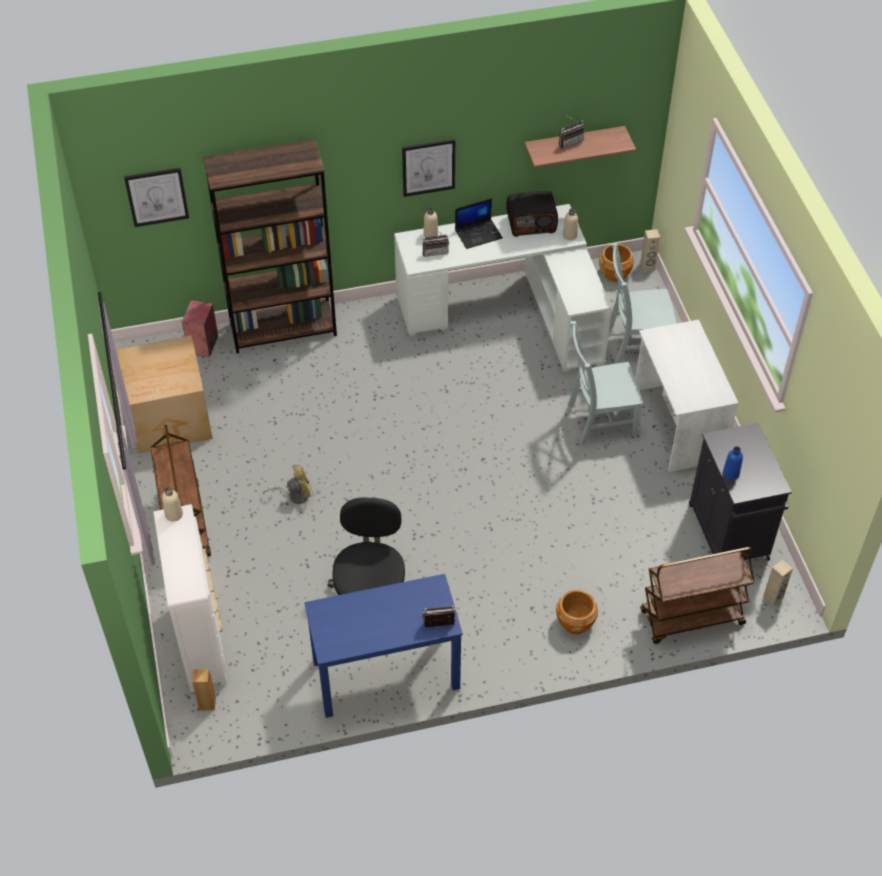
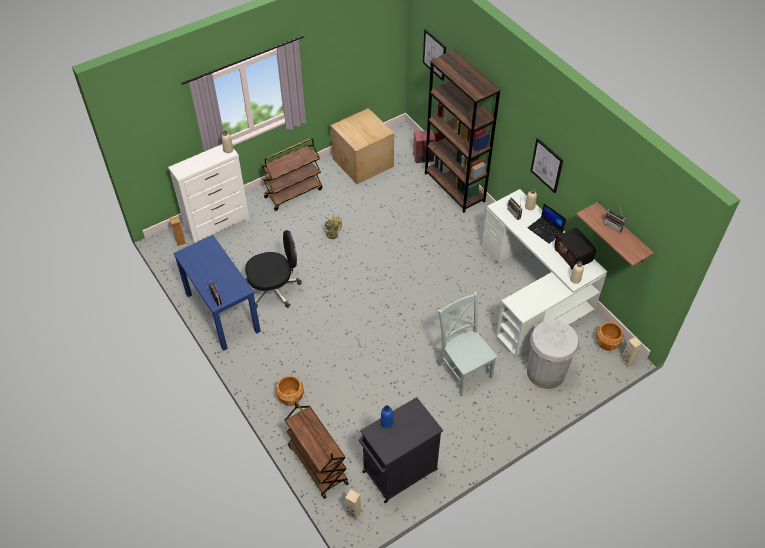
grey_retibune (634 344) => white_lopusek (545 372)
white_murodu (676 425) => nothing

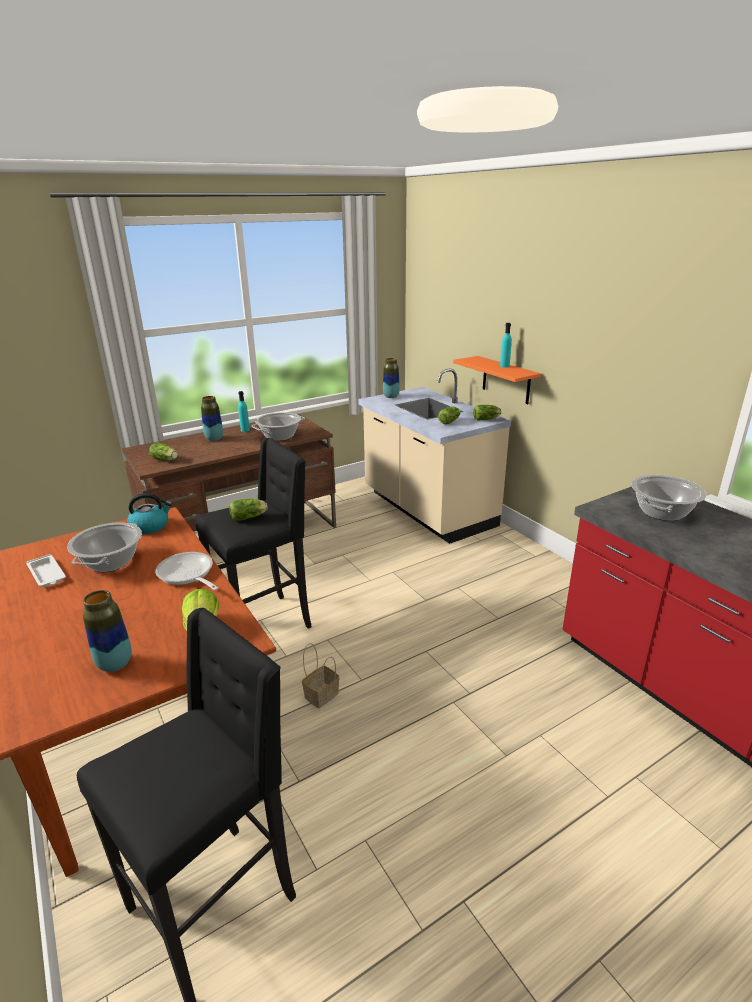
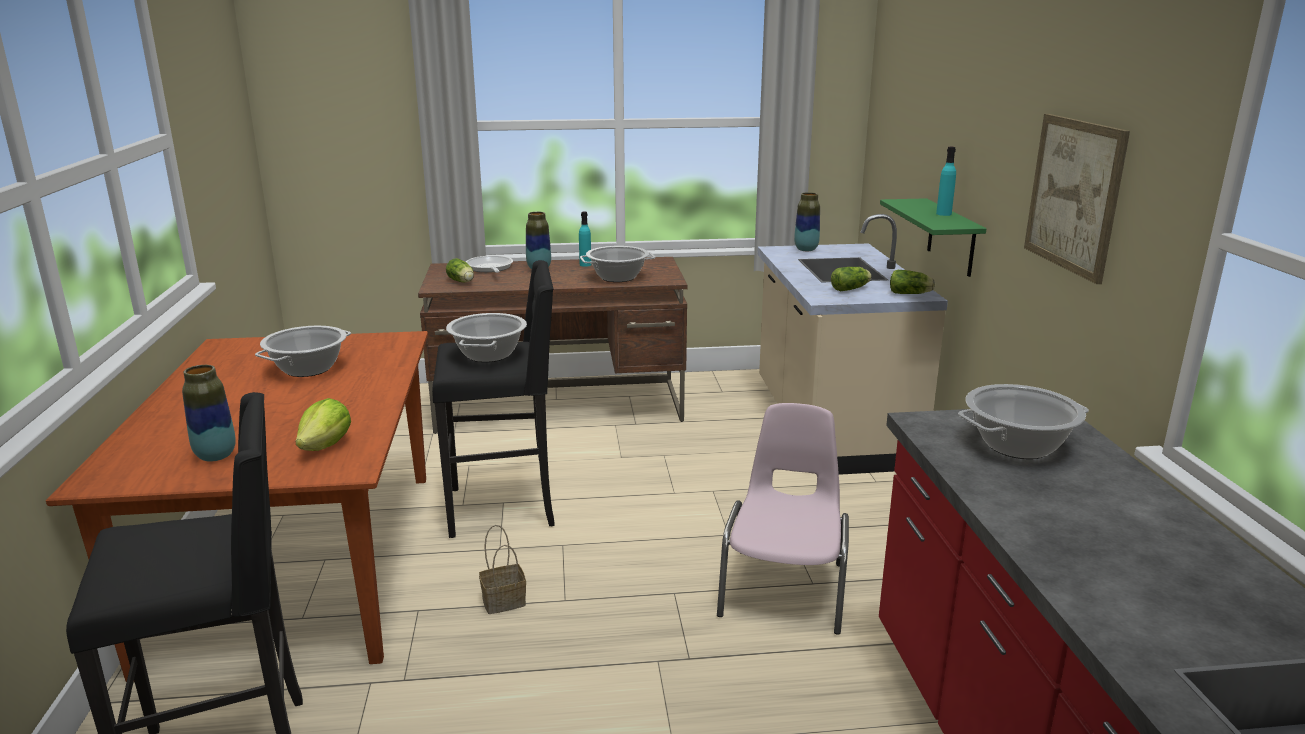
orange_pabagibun (506 380) => green_pabagibun (951 237)
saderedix (150 526) => nothing
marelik (249 517) => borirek (488 354)
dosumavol (187 575) => dosumavol (489 268), relocated
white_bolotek (47 574) => nothing
nothing => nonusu (1074 195)
nothing => pink_retibune (785 588)

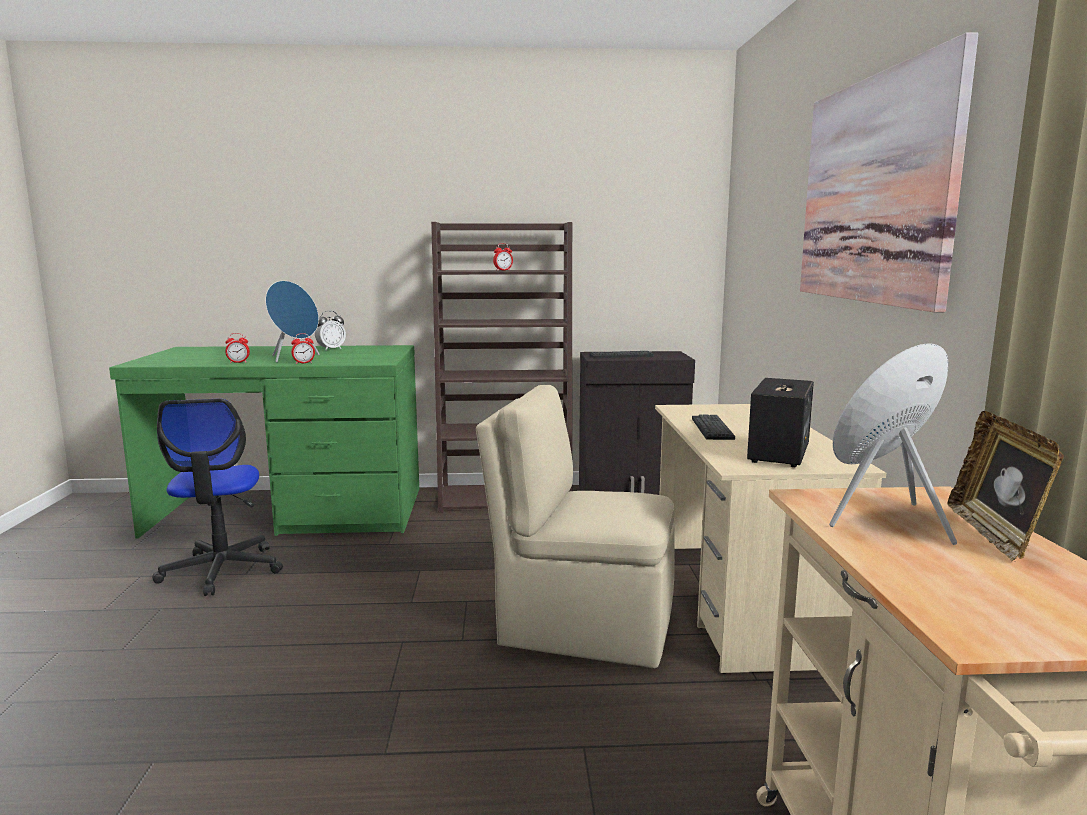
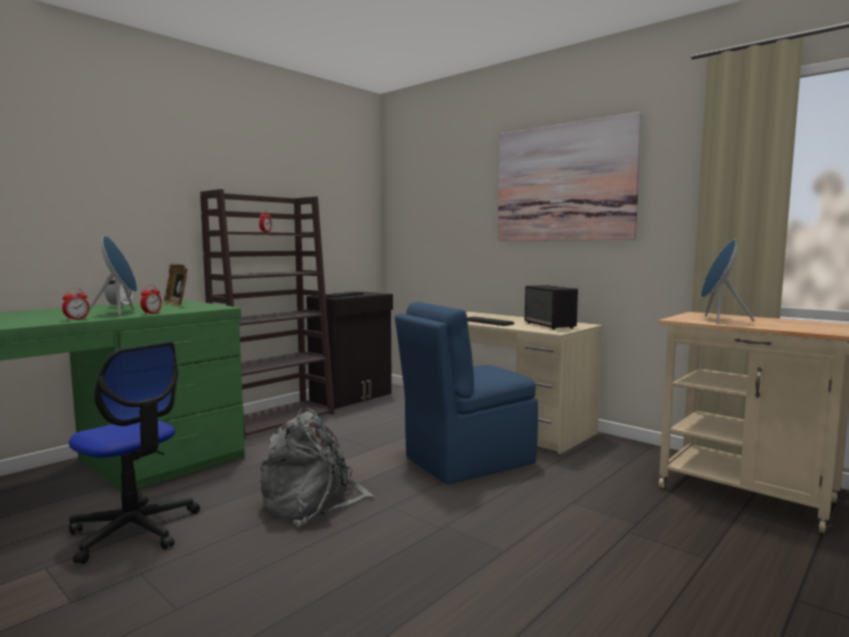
beige_retibune (582 626) => blue_retibune (466 461)
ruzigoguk (994 534) => ruzigoguk (176 304), relocated
nothing => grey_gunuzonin (313 503)

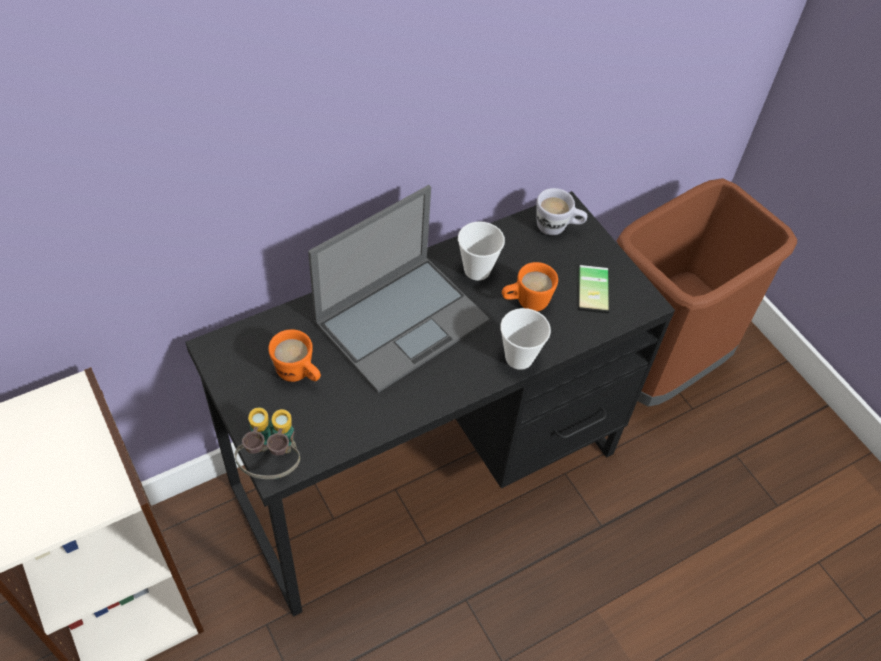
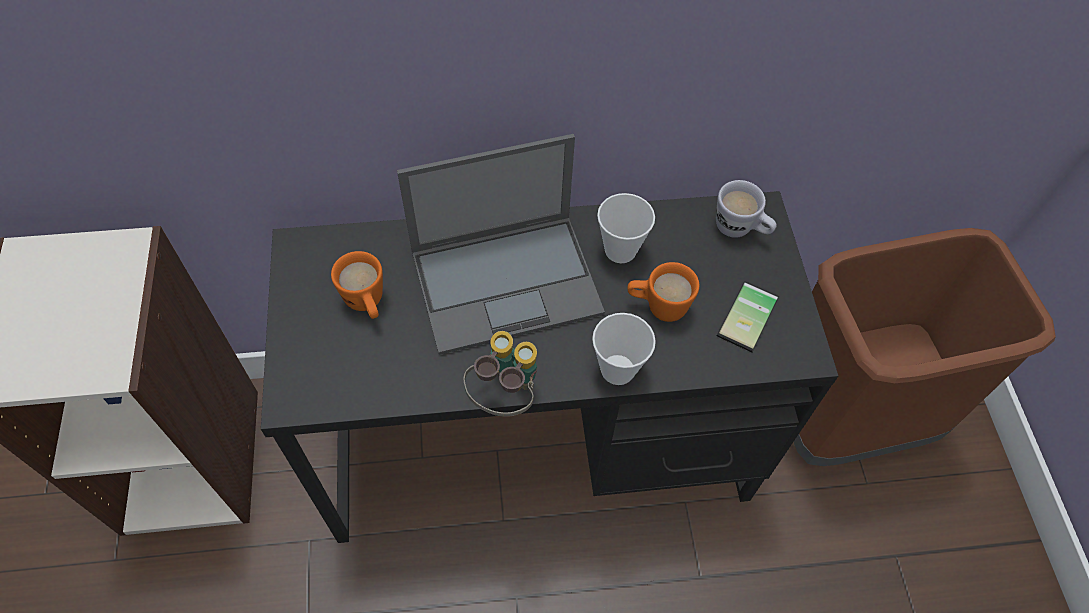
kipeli (272 463) => kipeli (505 395), relocated

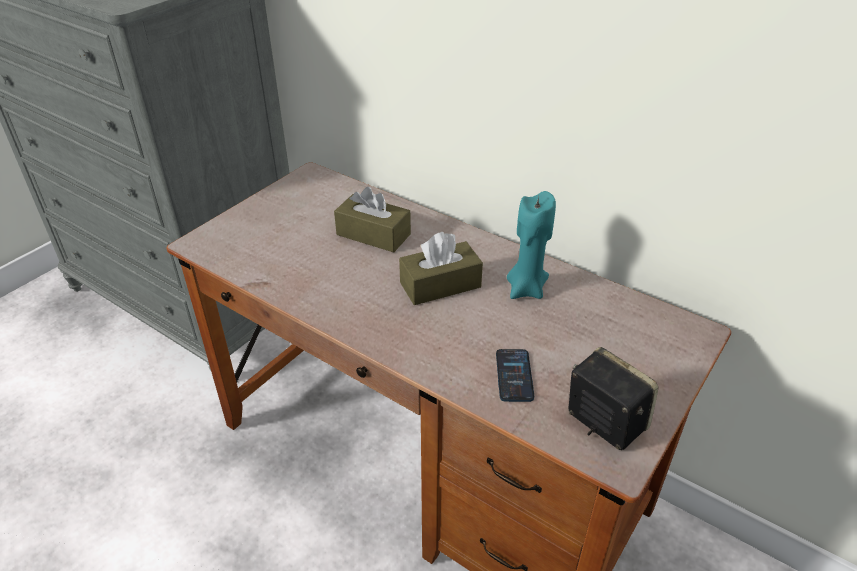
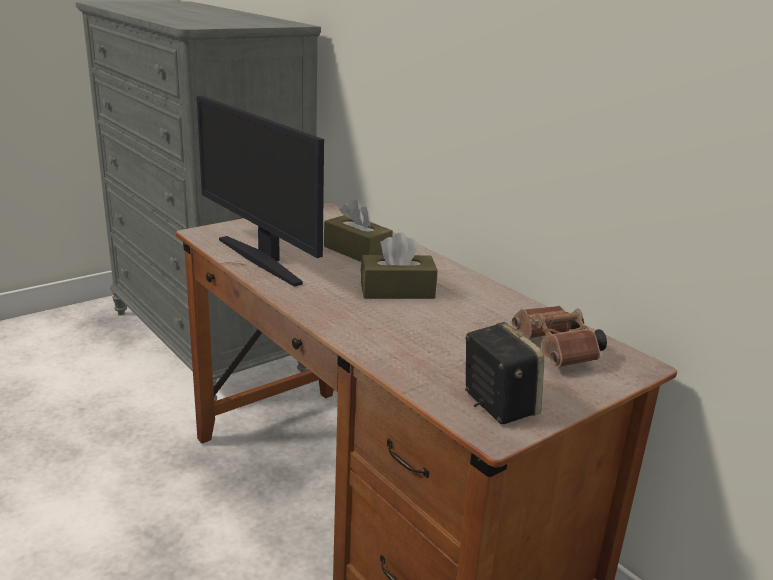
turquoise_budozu (526 289) => nothing
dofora (514 376) => nothing
nothing => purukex (262 259)
nothing => brown_kipeli (558 352)

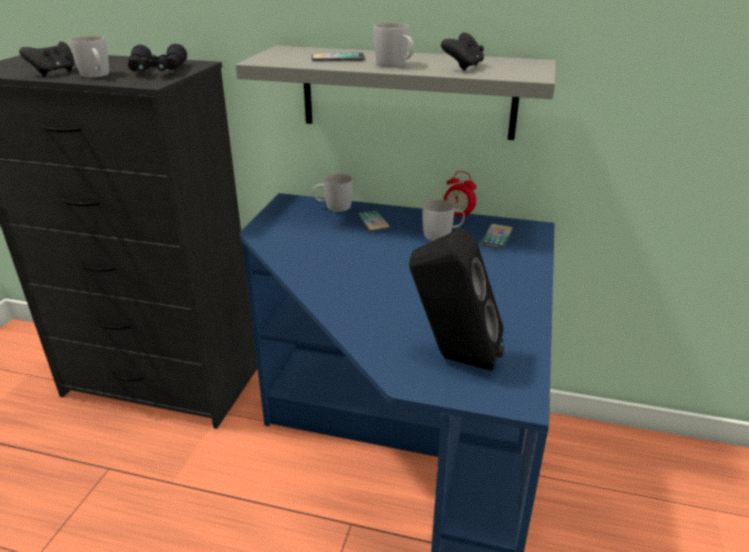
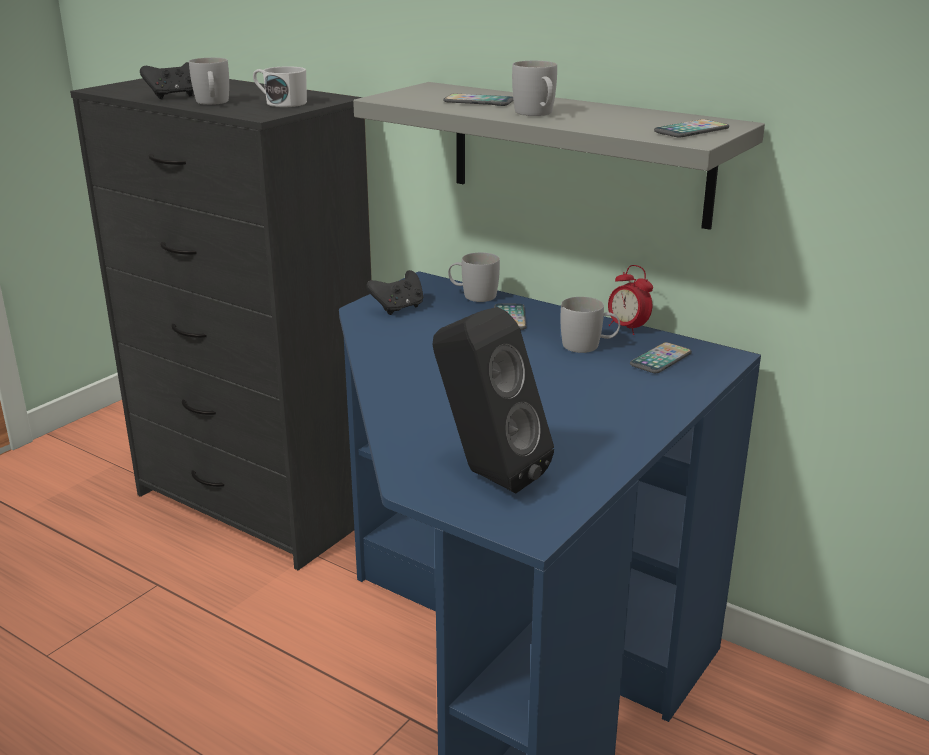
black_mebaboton (463 67) => black_mebaboton (398 308), relocated
black_kipeli (157 71) => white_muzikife (281 103)
nothing => dofora (691 130)

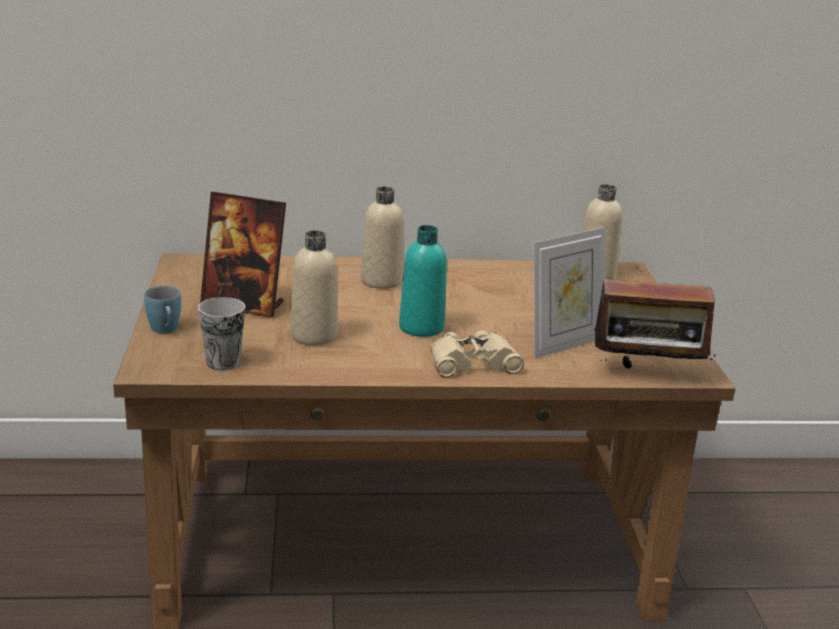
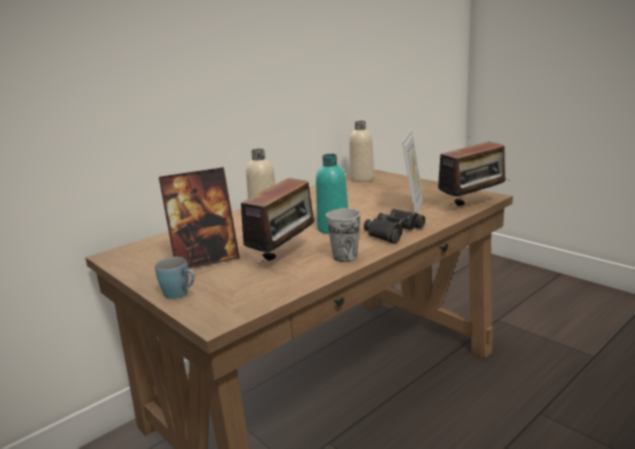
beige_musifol (314 335) => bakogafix (284 256)
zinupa (223 362) => zinupa (345 256), relocated
beige_kipeli (473 363) => black_kipeli (393 232)

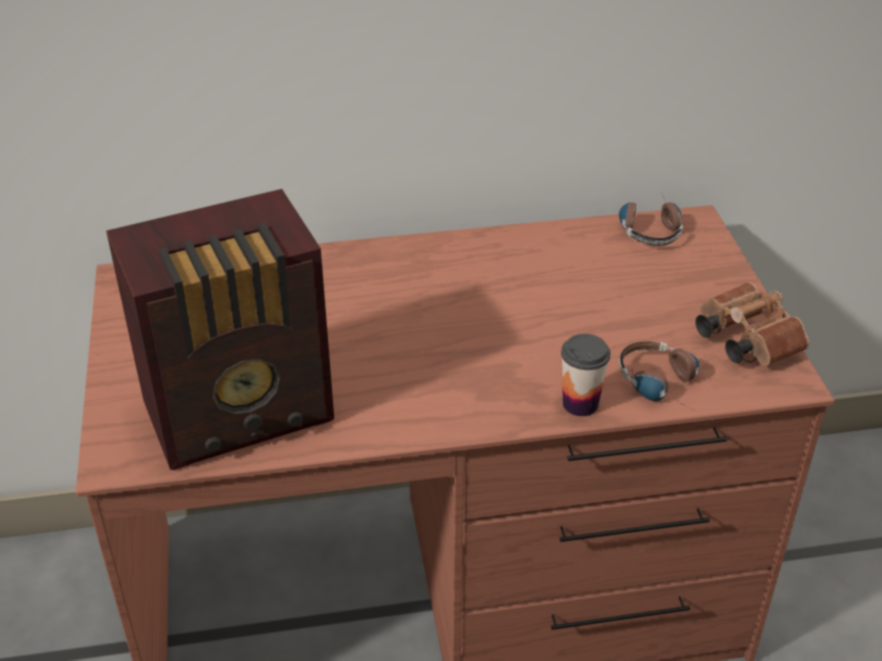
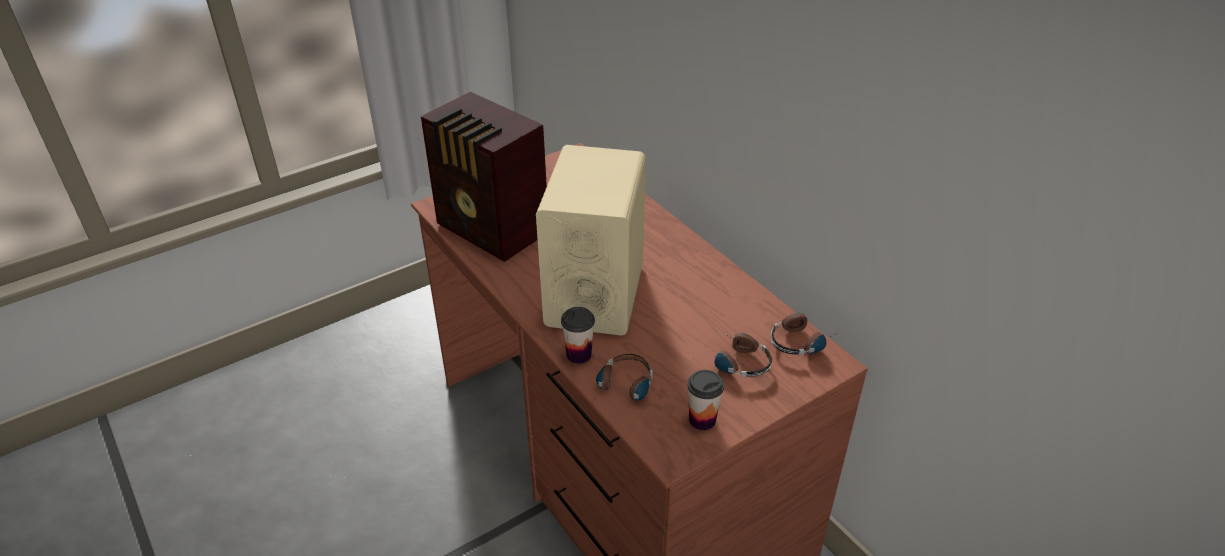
brown_kipeli (743 339) => zinupa (702 420)
nothing => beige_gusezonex (595 294)
nothing => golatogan (734 360)

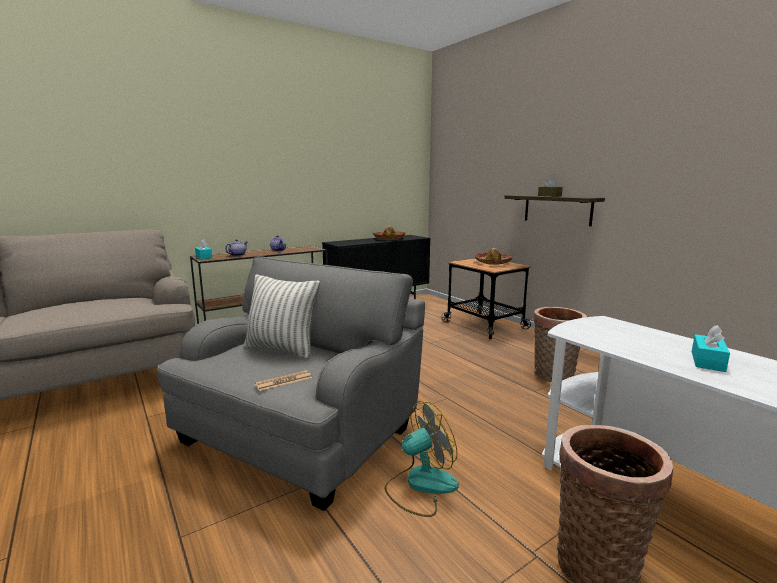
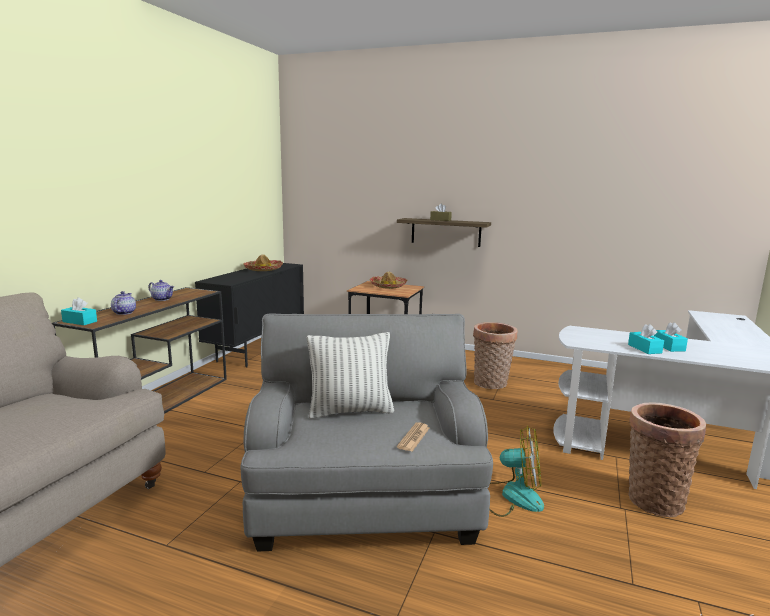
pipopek (421 485) => pipopek (511 496), 75 degrees clockwise
nothing => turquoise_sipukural (644 349)

